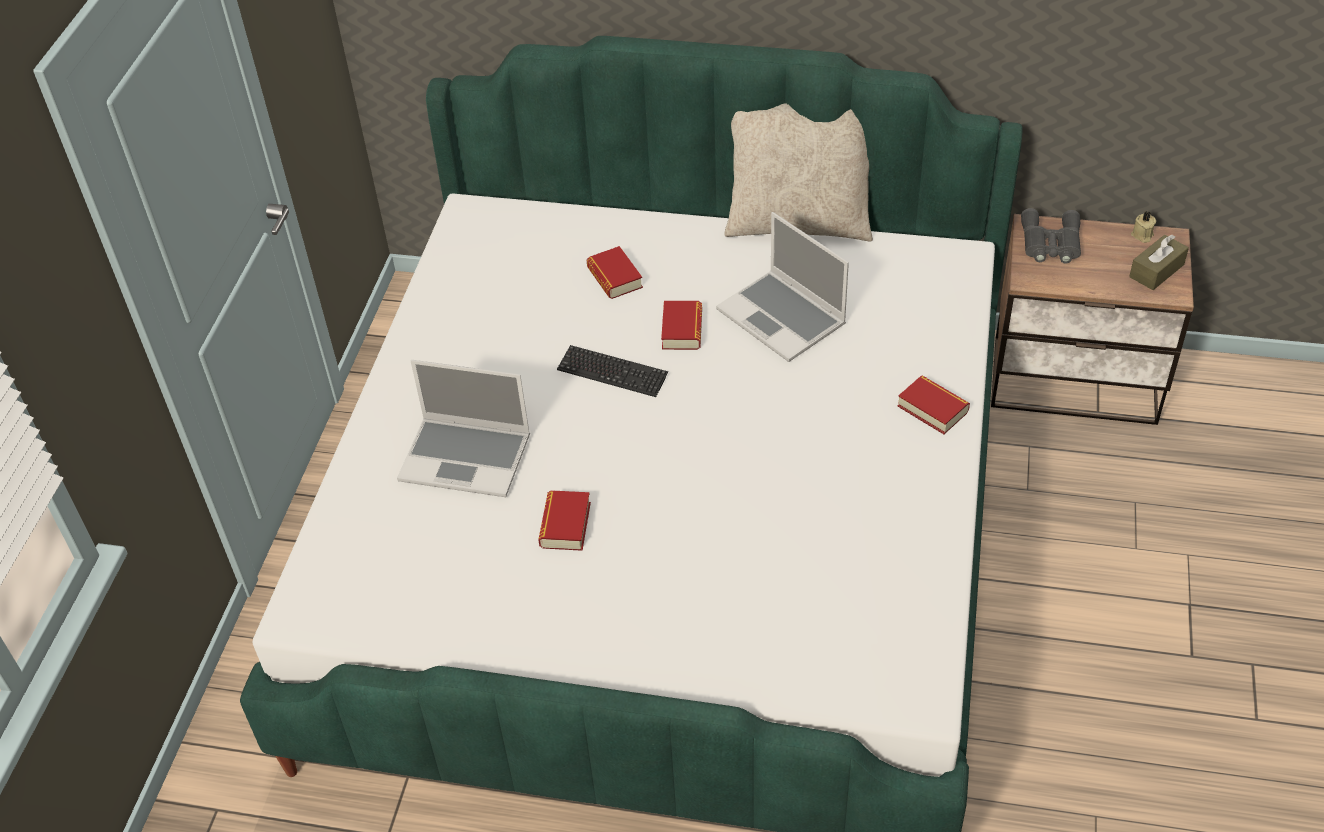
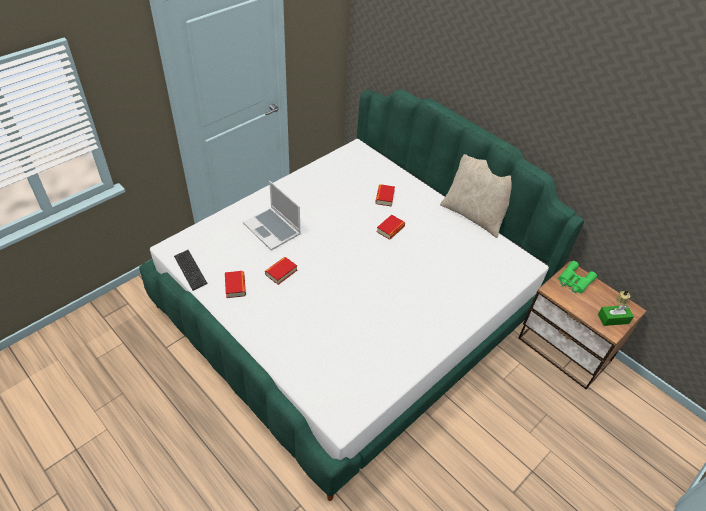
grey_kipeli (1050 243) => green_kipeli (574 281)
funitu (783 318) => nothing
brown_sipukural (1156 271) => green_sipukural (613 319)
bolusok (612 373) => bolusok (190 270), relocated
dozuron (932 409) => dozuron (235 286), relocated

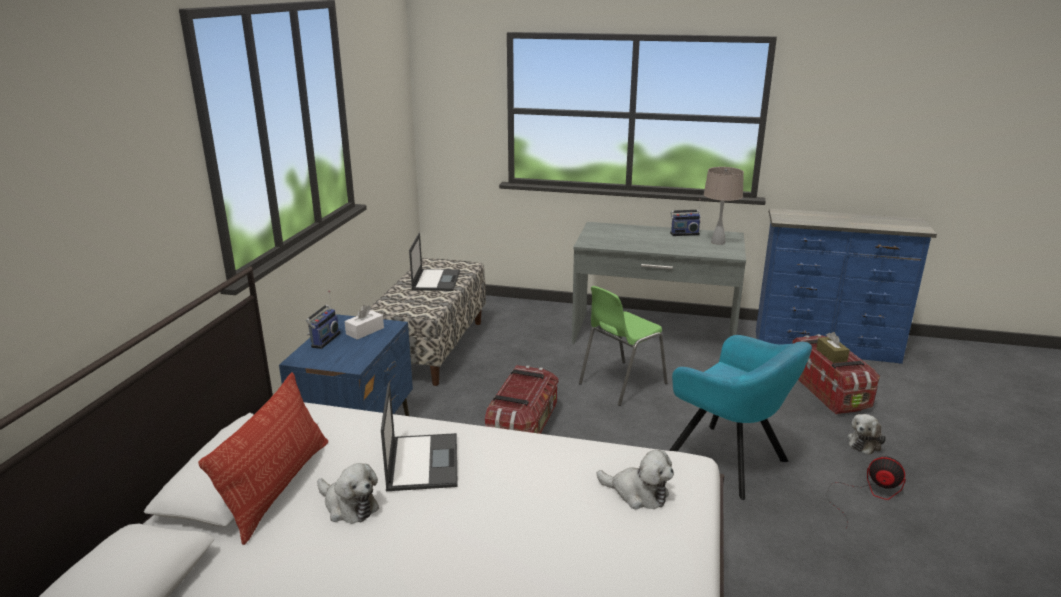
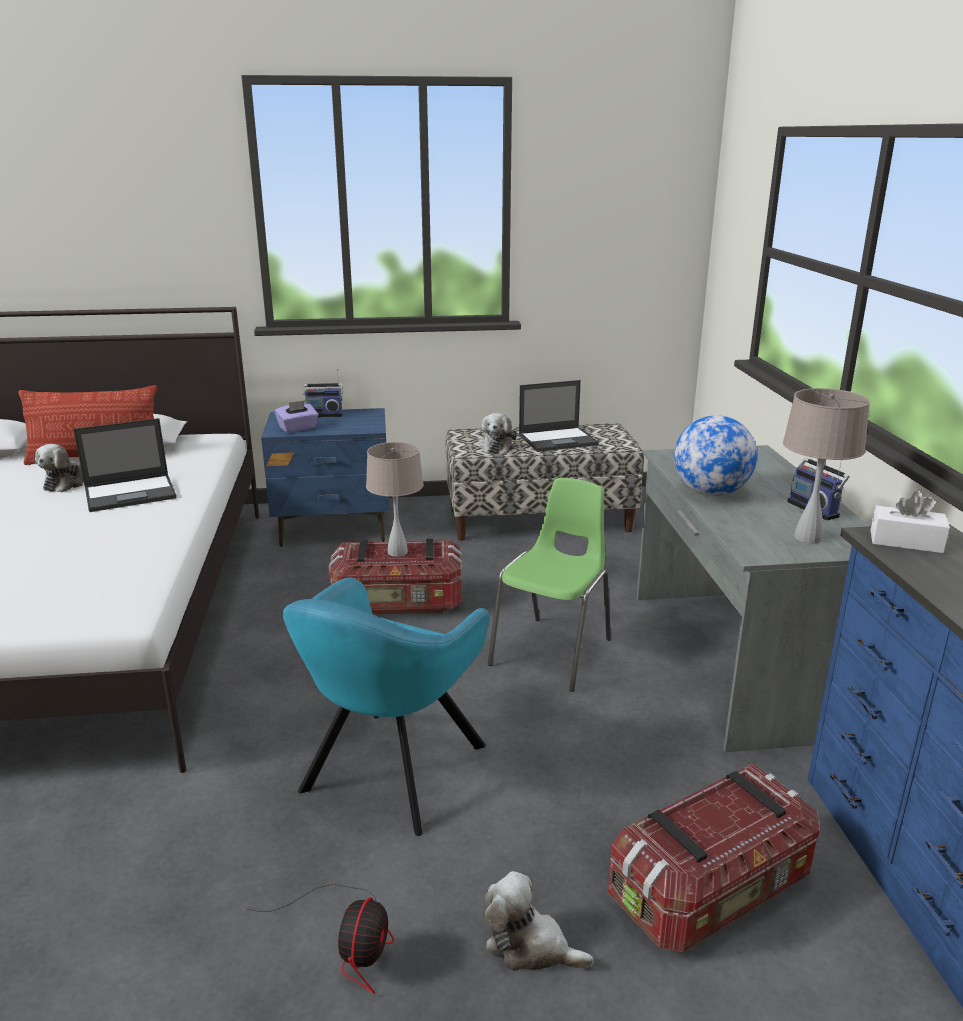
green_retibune (621 383) => green_retibune (553 652), 90 degrees clockwise
white_sipukural (365 331) => white_sipukural (906 541), relocated
brown_sipukural (831 355) => nothing
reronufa (638 493) => reronufa (497 447), relocated
nothing => purple_sipukural (298 428)
nothing => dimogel (710 493)
nothing => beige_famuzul (398 552)

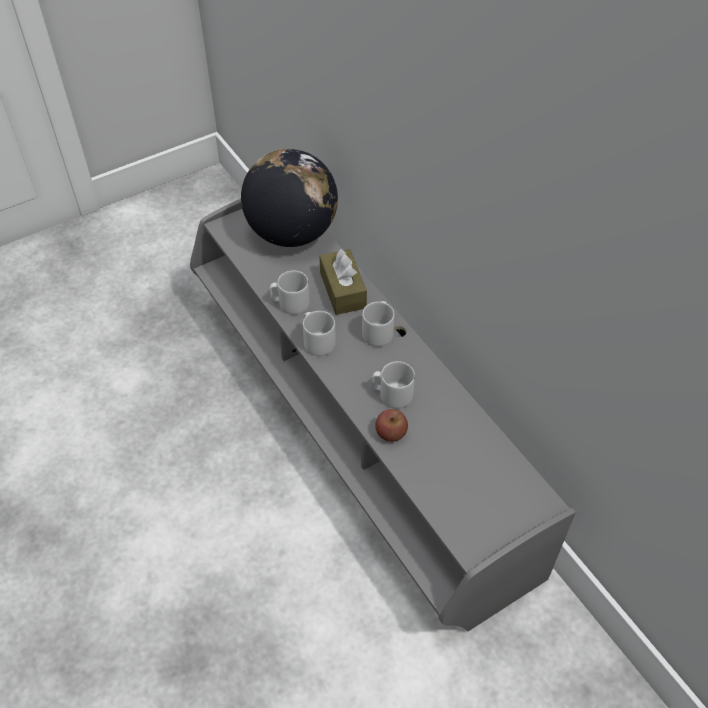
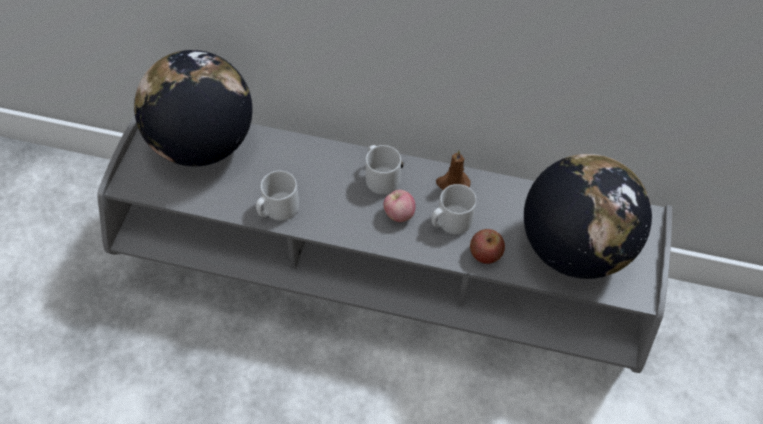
brown_sipukural (343 290) => nothing
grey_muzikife (317 341) => nothing
nothing => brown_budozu (452 184)
nothing => dimogel (575 248)
nothing => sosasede (398 214)

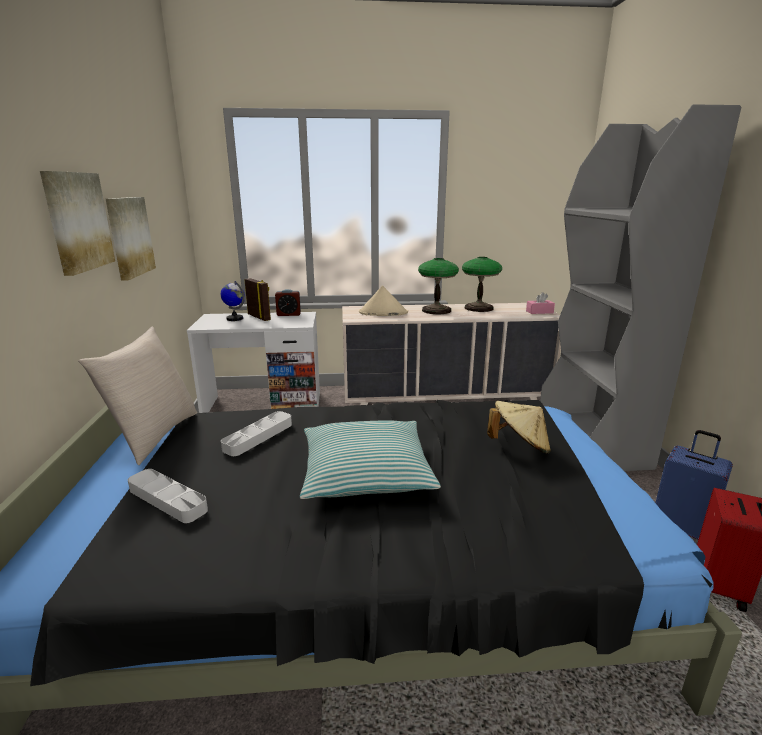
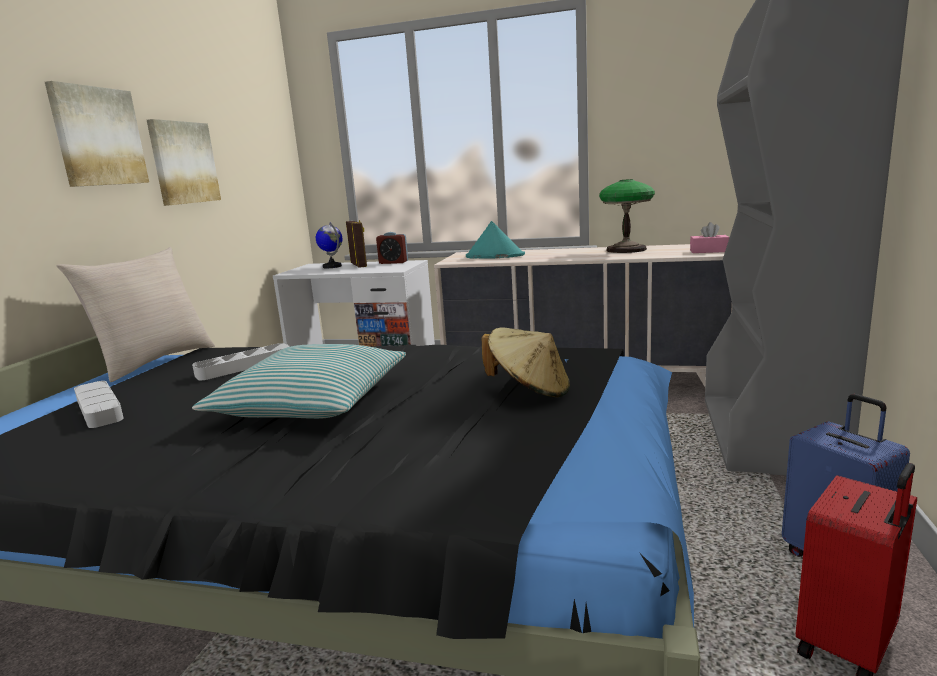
famuzul (436 310) => nothing
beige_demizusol (383 313) => turquoise_demizusol (494 256)

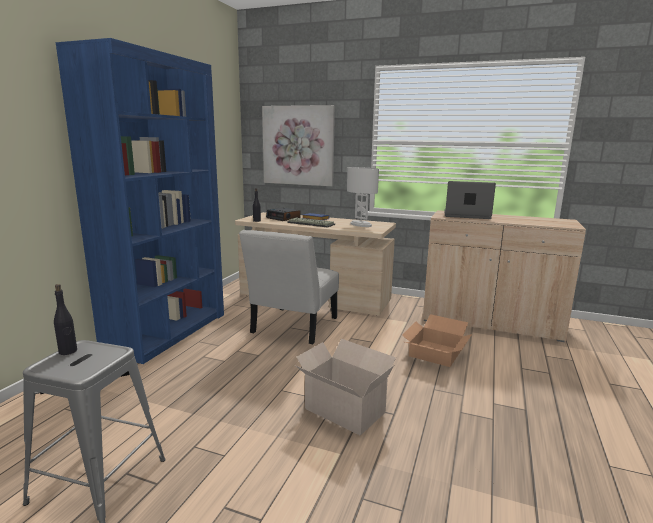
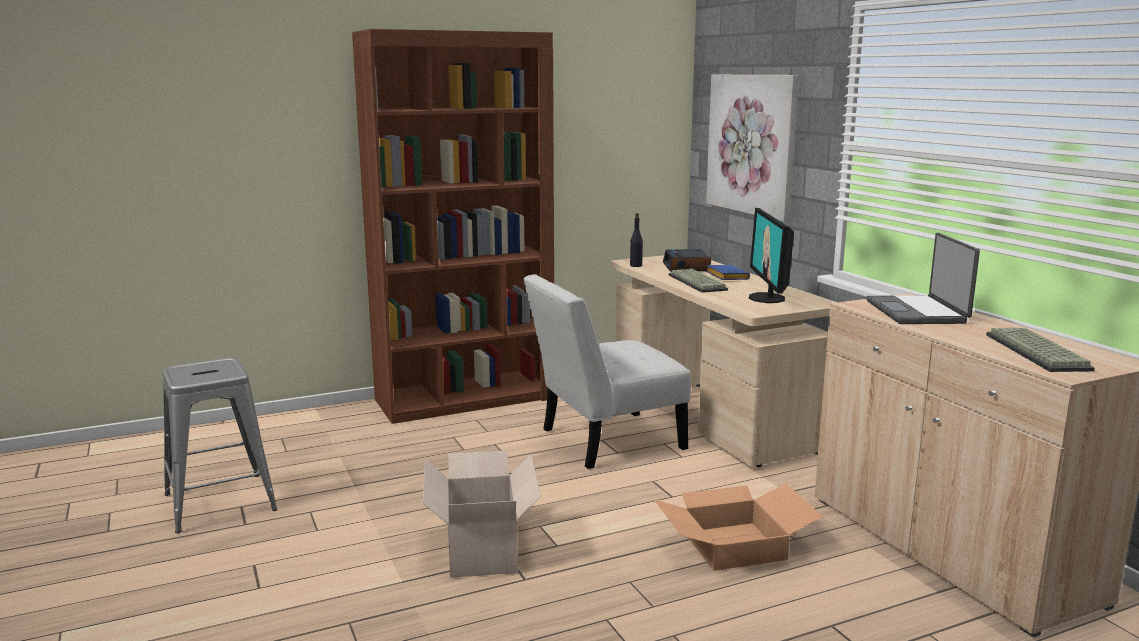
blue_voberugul (168 332) => brown_voberugul (465 399)
white_famuzul (361 225) => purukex (767 298)
funitu (466 215) => funitu (918 312), 150 degrees counterclockwise
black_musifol (68 351) => nothing
nothing => bolusok (1039 352)

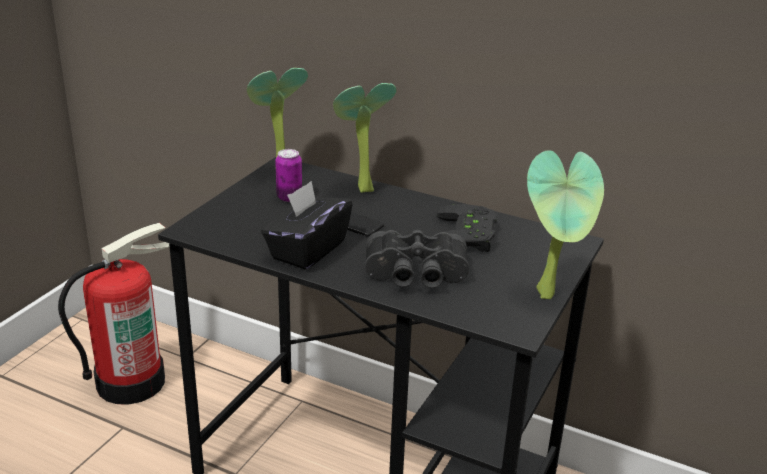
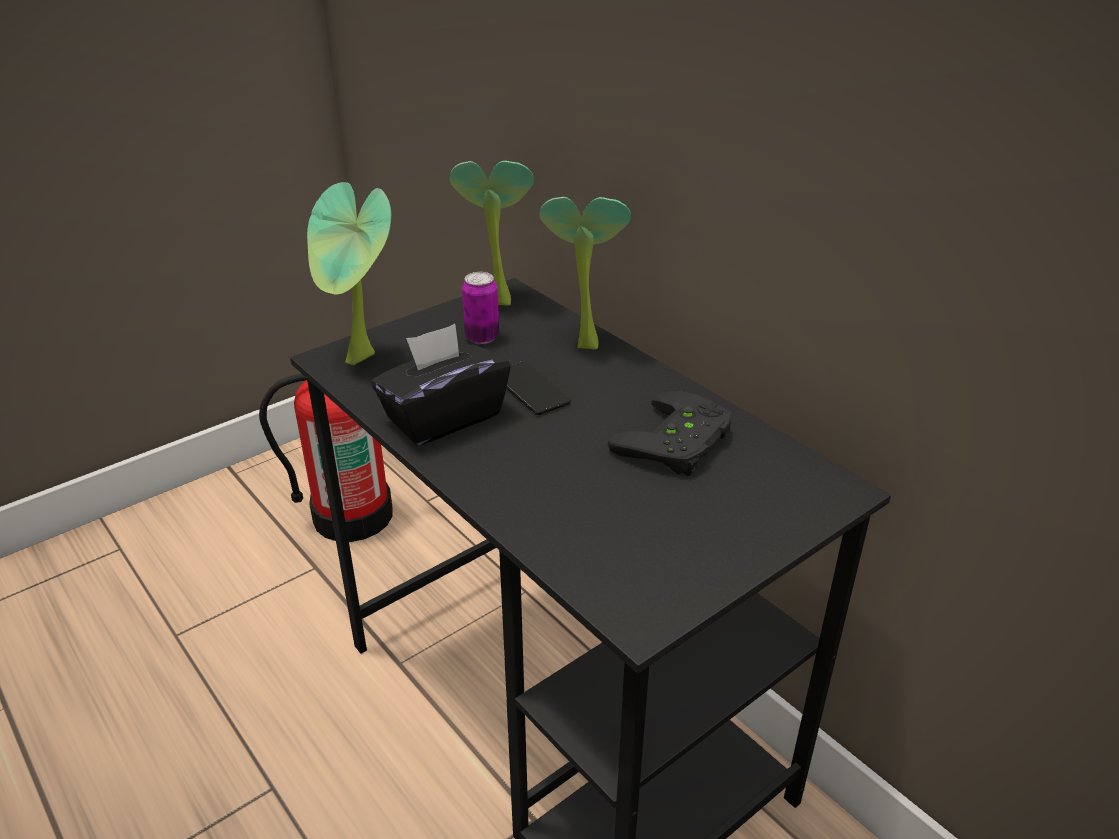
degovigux (550 294) => degovigux (362 361), relocated
black_kipeli (416 276) => nothing

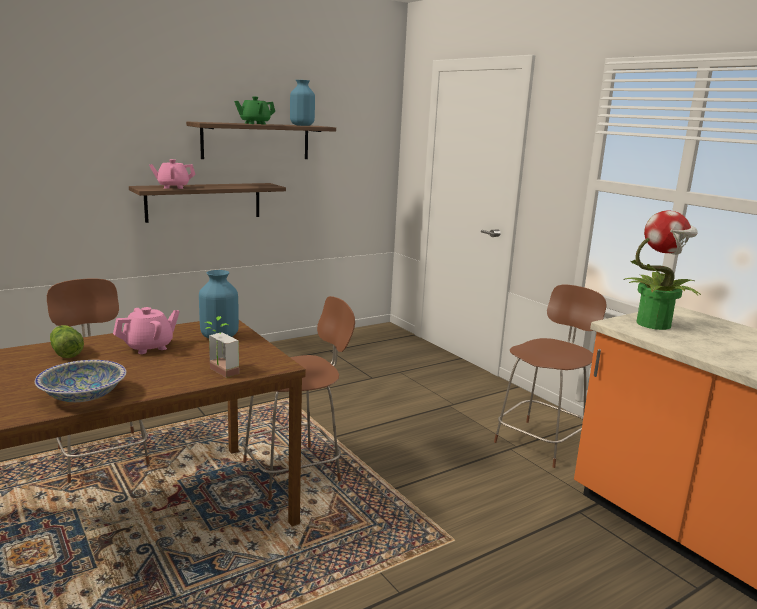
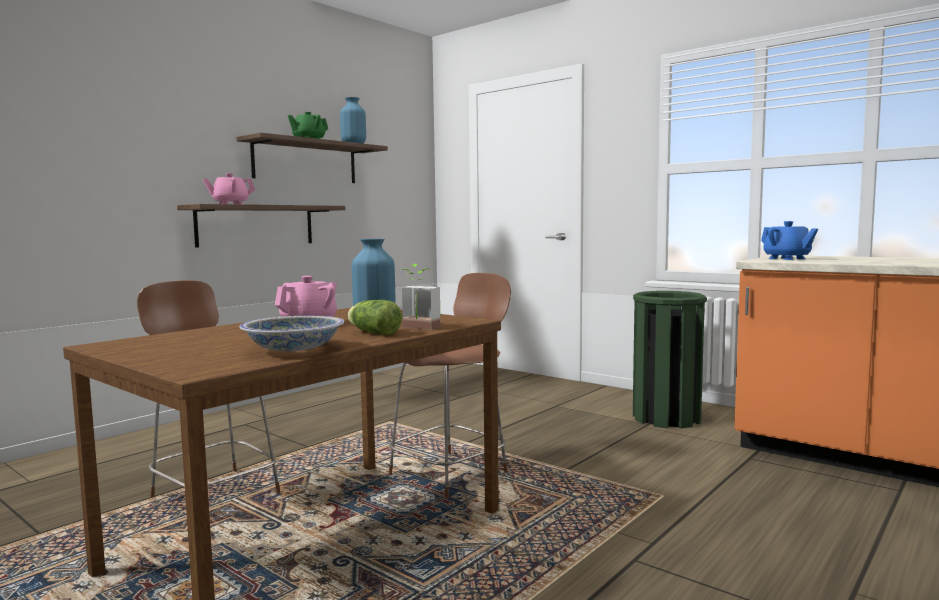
degovigux (654 324) => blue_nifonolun (787 259)
brown_retibune (541 442) => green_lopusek (666 418)
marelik (66 352) => marelik (372 332), relocated

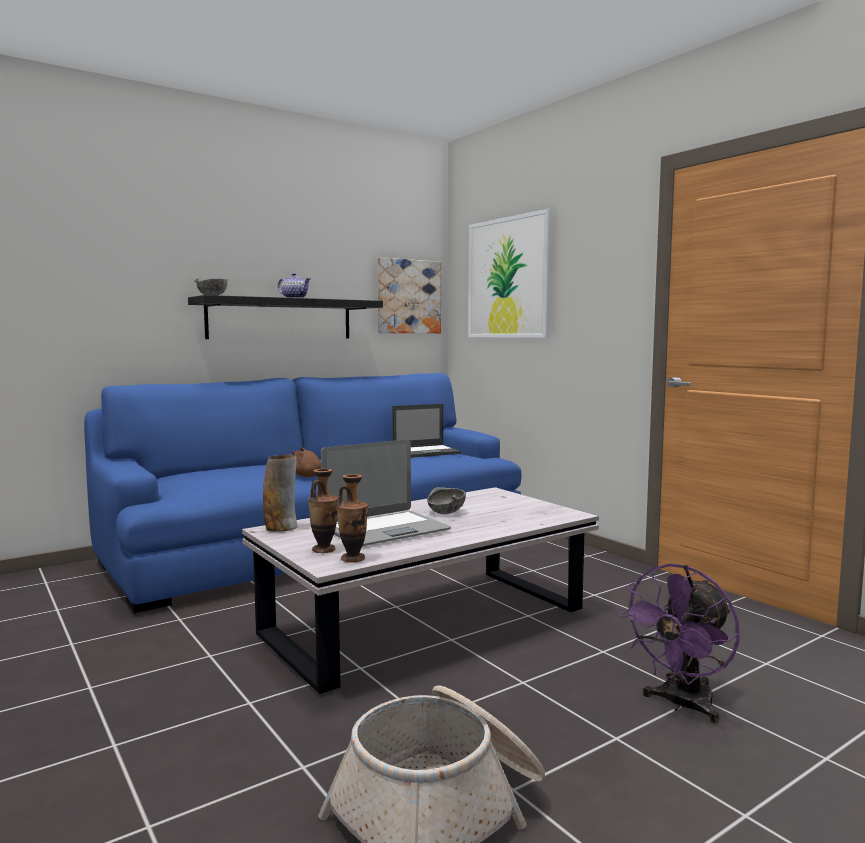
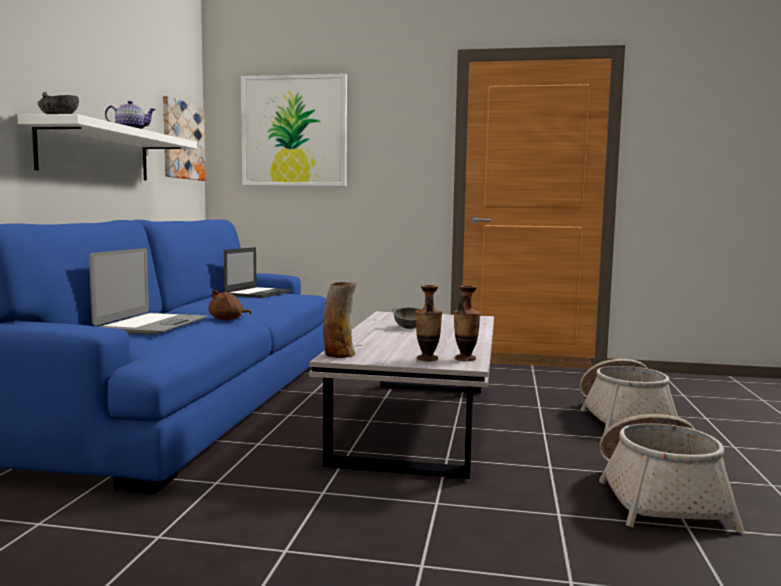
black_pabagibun (280 319) => white_pabagibun (96 153)
funitu (385 530) => funitu (151 325), relocated
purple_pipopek (681 705) => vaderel (624 418)

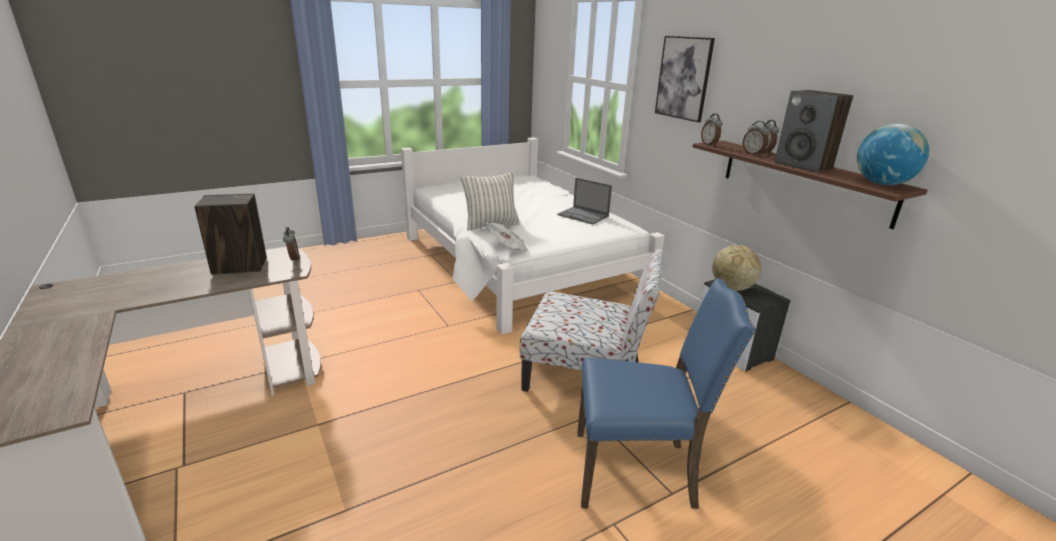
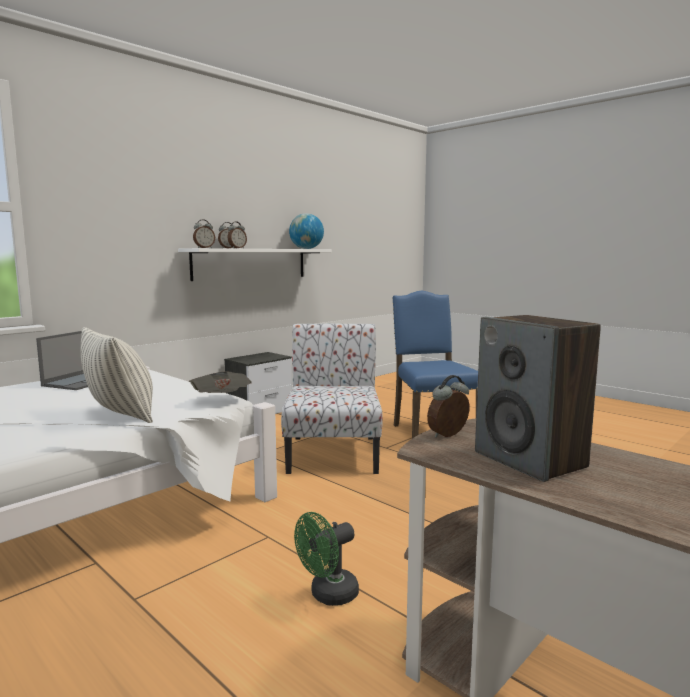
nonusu (683 78) => nothing
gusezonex (804 165) => nothing
brown_pabagibun (803 180) => white_pabagibun (251 263)
dimogel (731 288) => nothing
nothing => green_pipopek (328 595)

